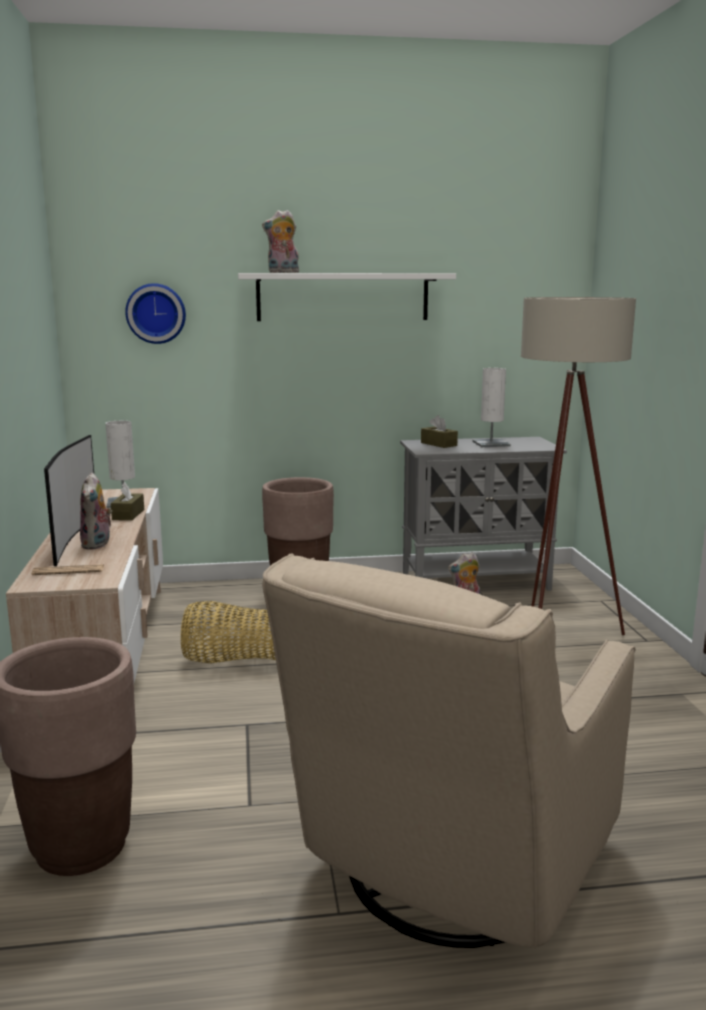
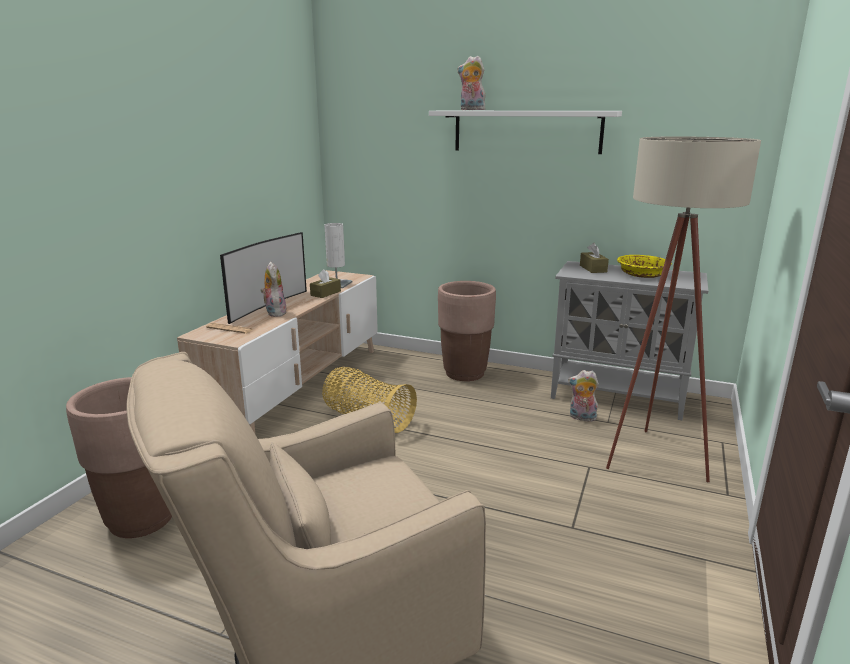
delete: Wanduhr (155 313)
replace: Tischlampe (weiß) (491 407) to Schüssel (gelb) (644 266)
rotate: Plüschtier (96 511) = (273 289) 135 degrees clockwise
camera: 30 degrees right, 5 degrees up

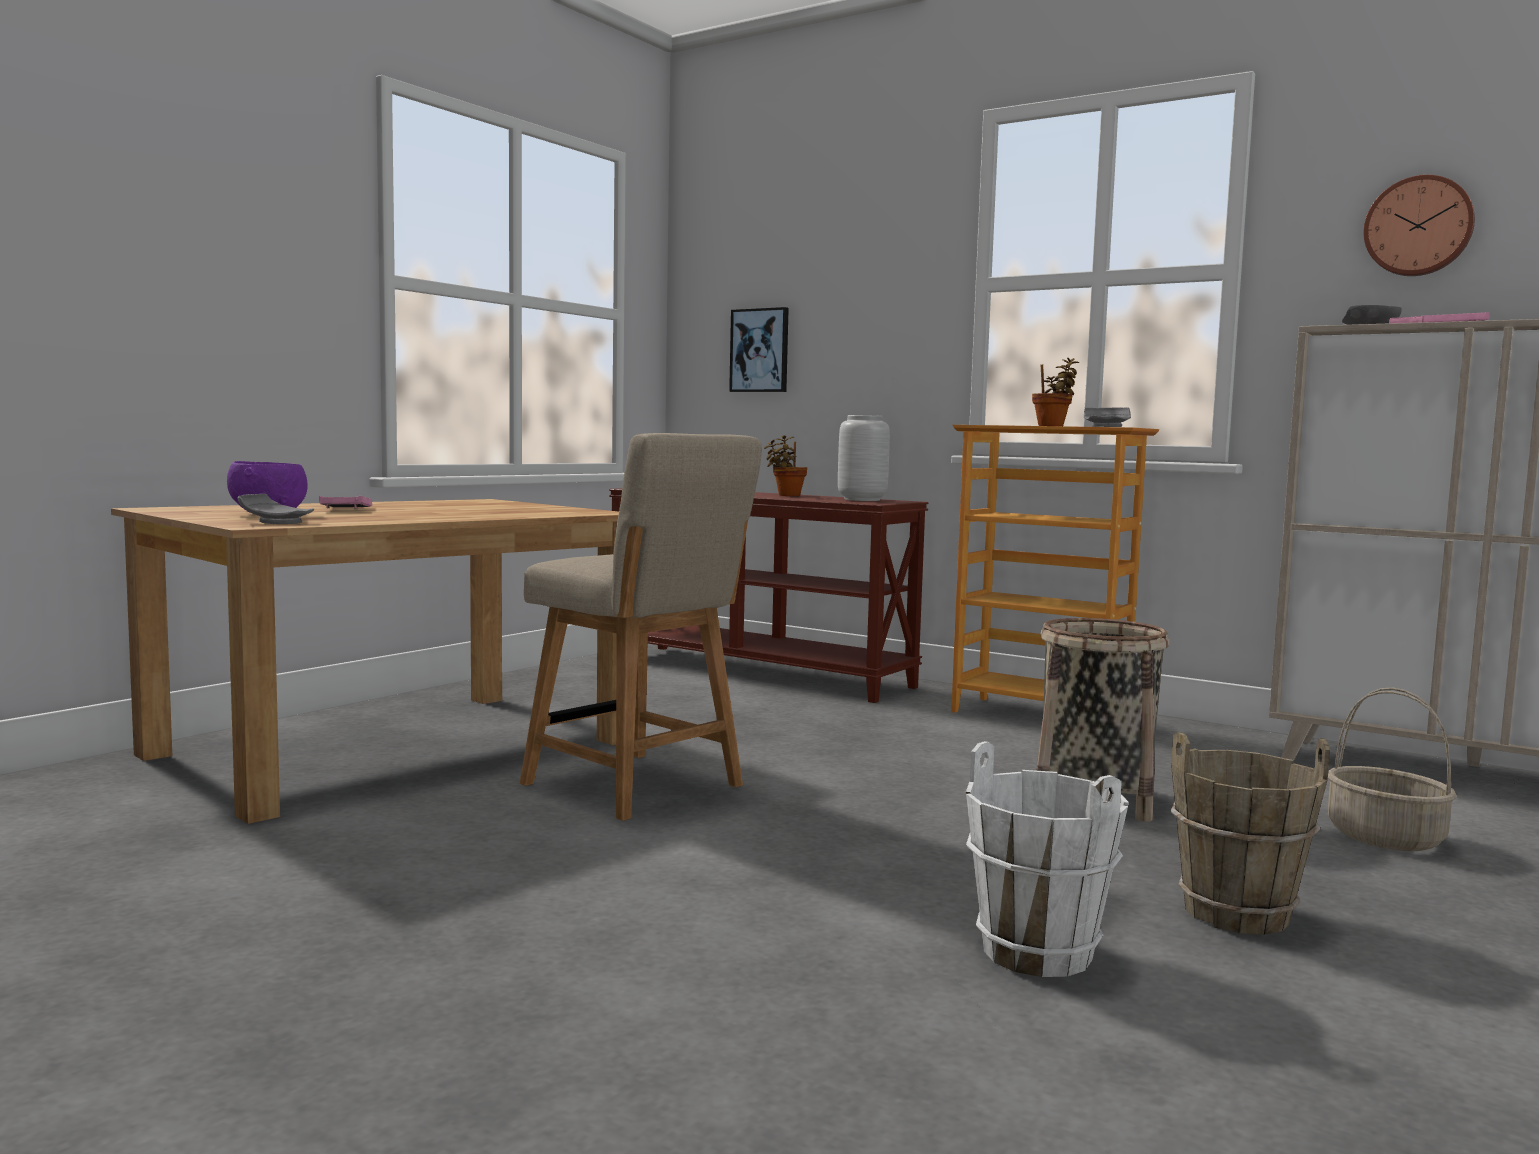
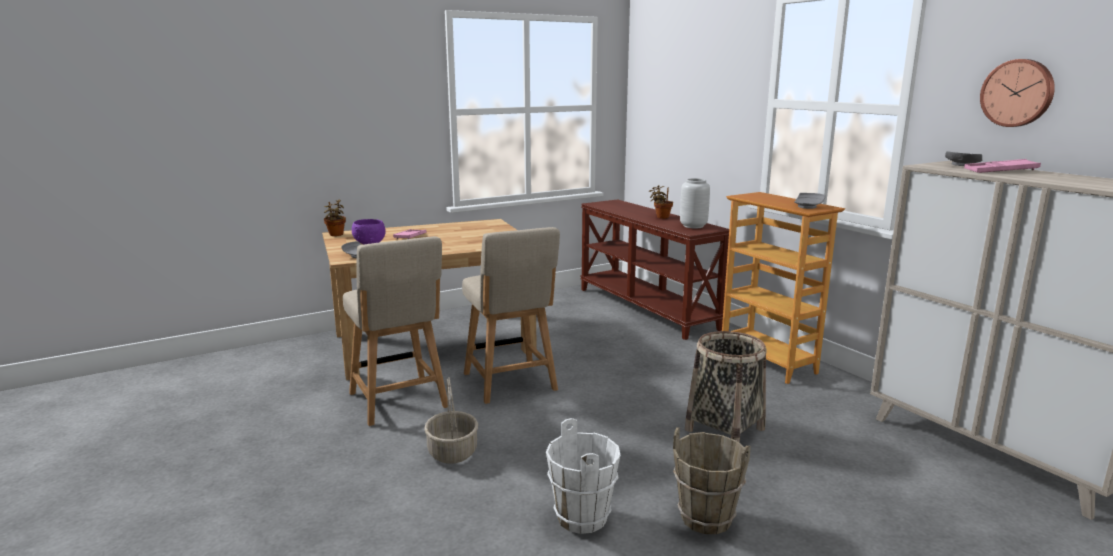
delete: Bild (759 349)
insert: Stuhl (beige) (395 331)
move: Topfpflanze (1055 392) to (335 217); Korb (1392 769) to (451 420)
camera: 25 degrees right, 10 degrees up

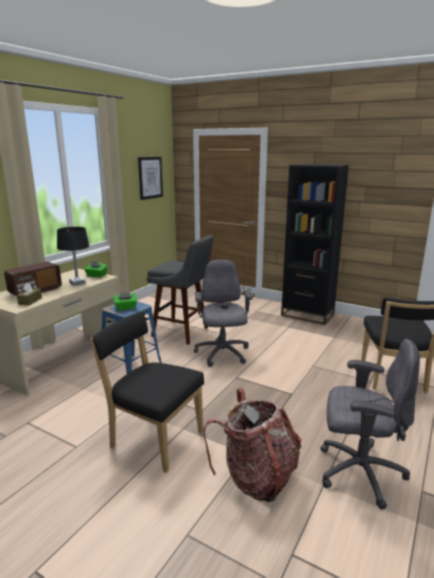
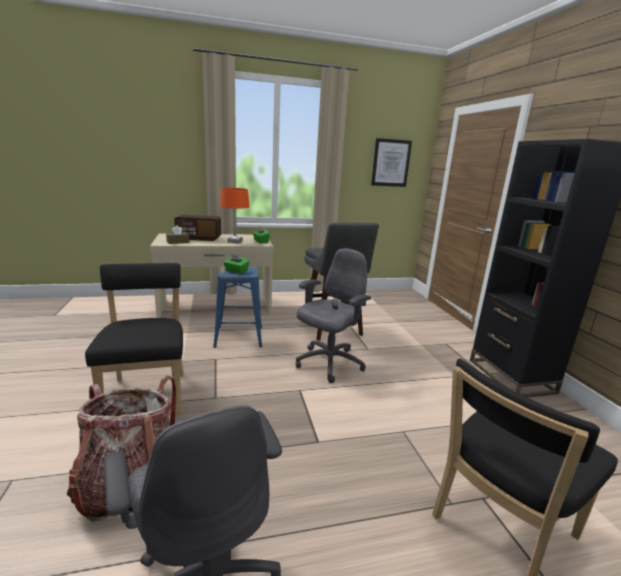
recolor: Tischlampe (schwarz) (73 256) to Tischlampe (orange) (235 216)
camera: 45 degrees right, 0 degrees up

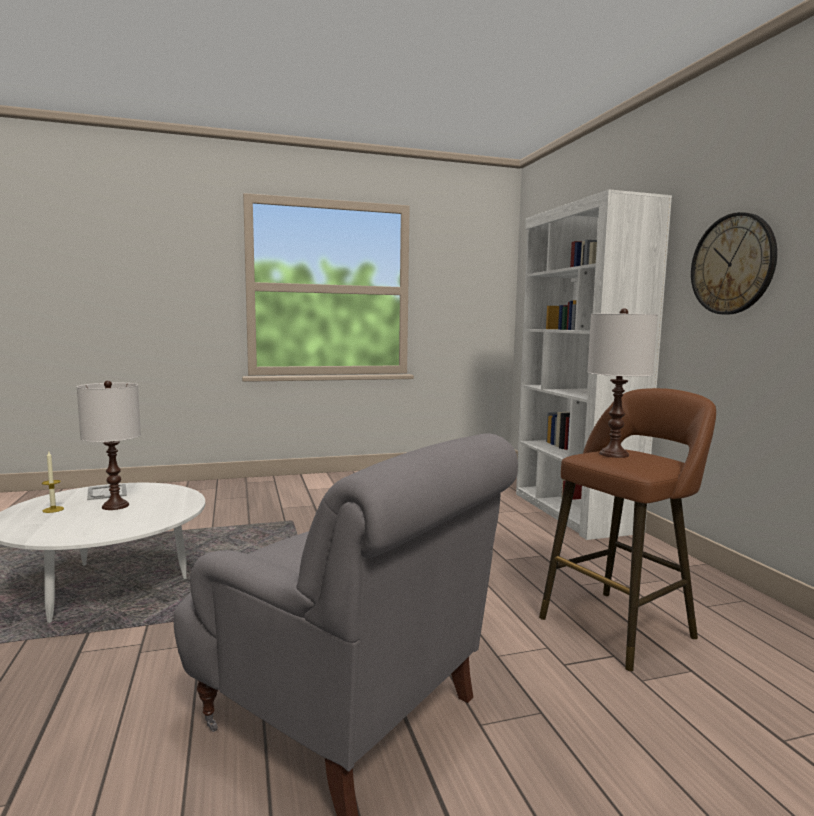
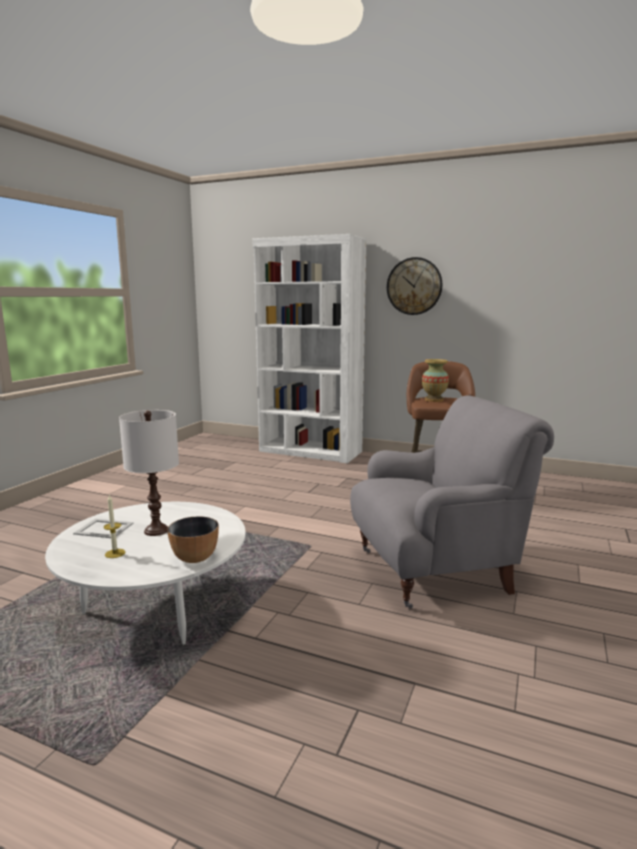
insert: Schüssel (193 539)
replace: Tischlampe (weiß) (623 383) to Vase (435 380)
camera: 50 degrees left, 5 degrees up

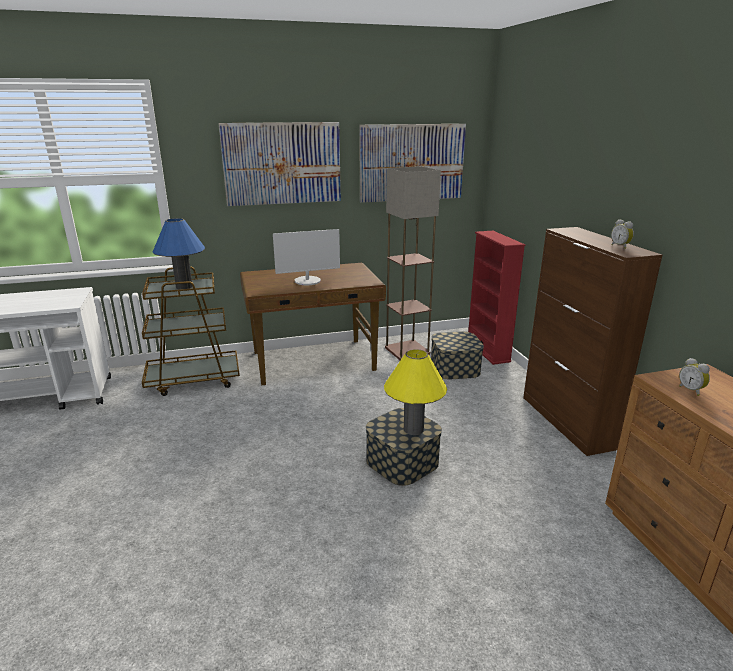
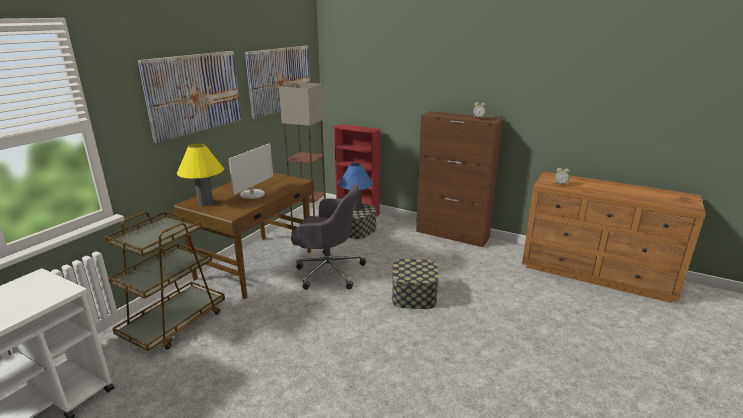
insert: Bürostuhl (grau) (328 236)
move: Tischlampe (gelb) (415 392) to (200 174); Tischlampe (blau) (179 253) to (356 187)
camera: 45 degrees left, 0 degrees up

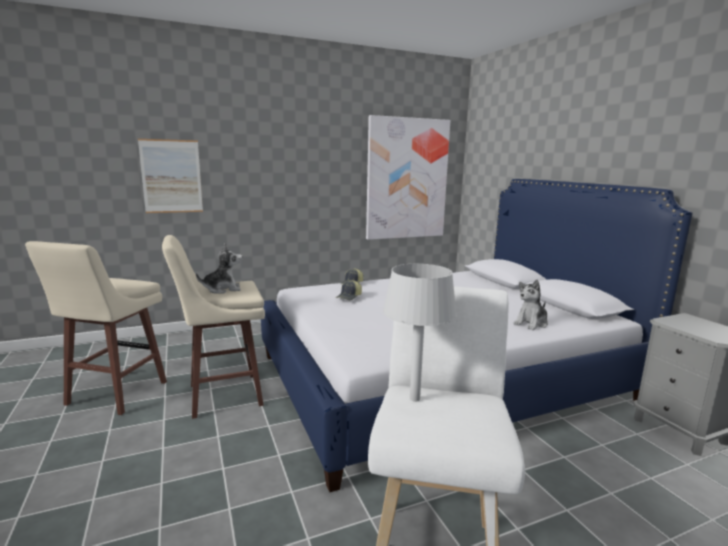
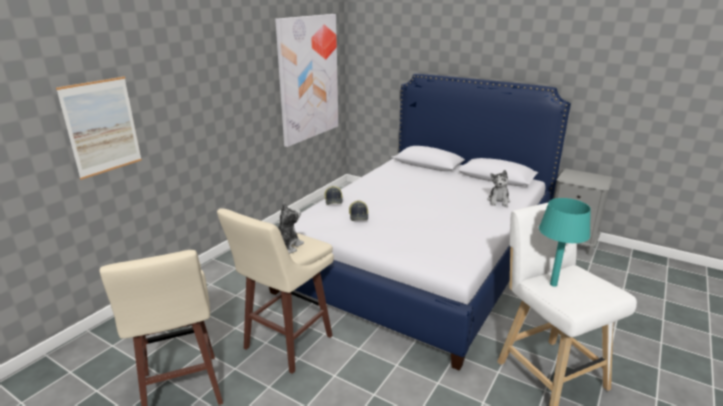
recolor: Tischlampe (grau) (420 333) to Tischlampe (türkis) (565 242)
camera: 35 degrees left, 10 degrees up

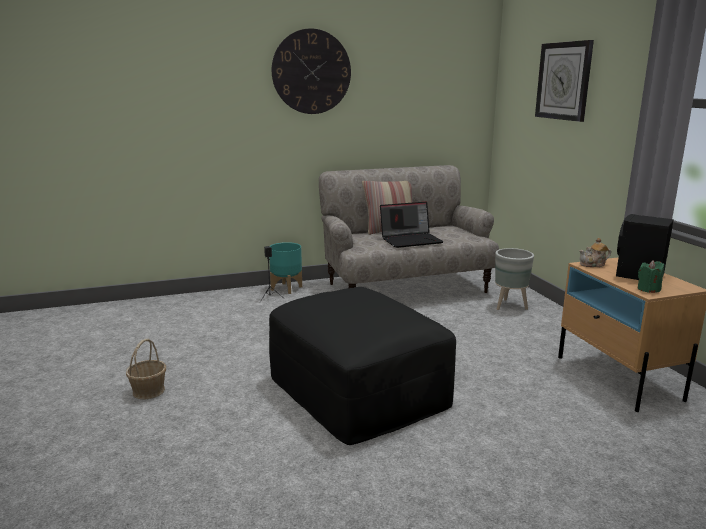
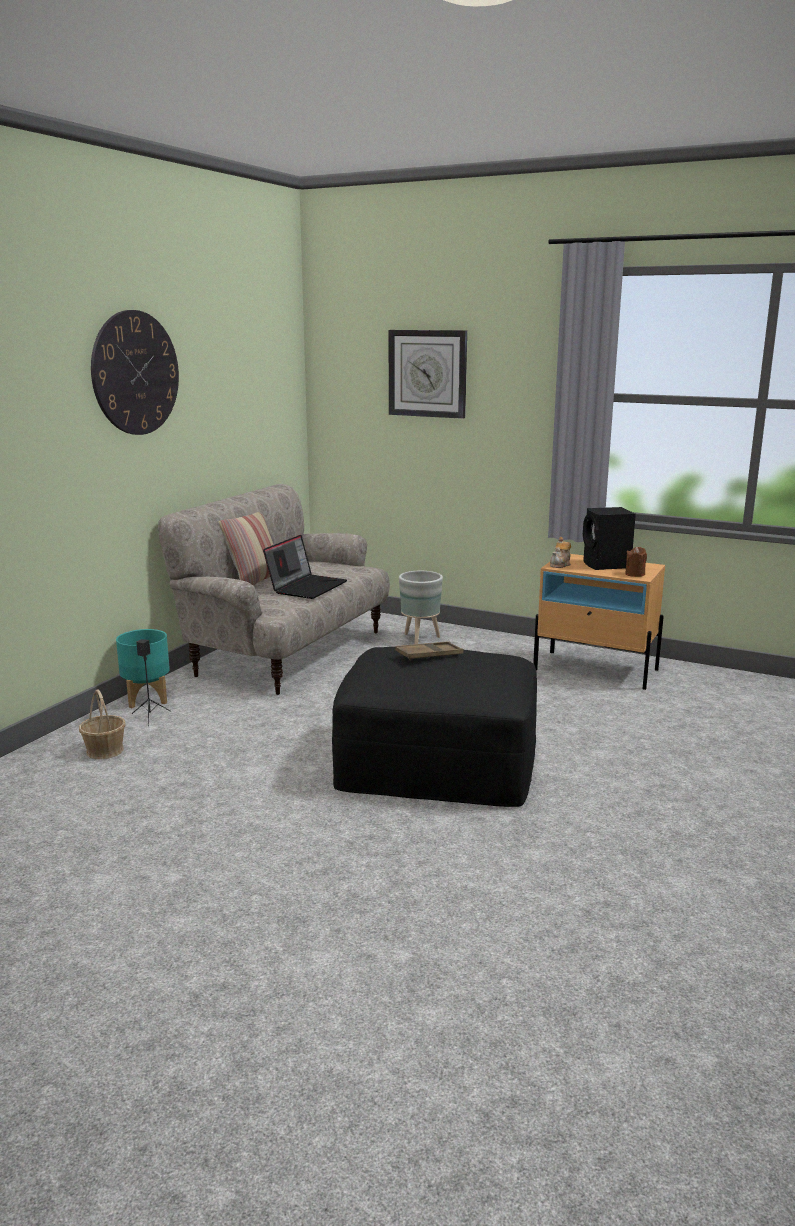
insert: Tablett (braun) (429 651)
move: Korb (146 369) to (102 724)
recolor: Kerze (grün) (650 276) to Kerze (braun) (636 561)
camera: 45 degrees left, 0 degrees up

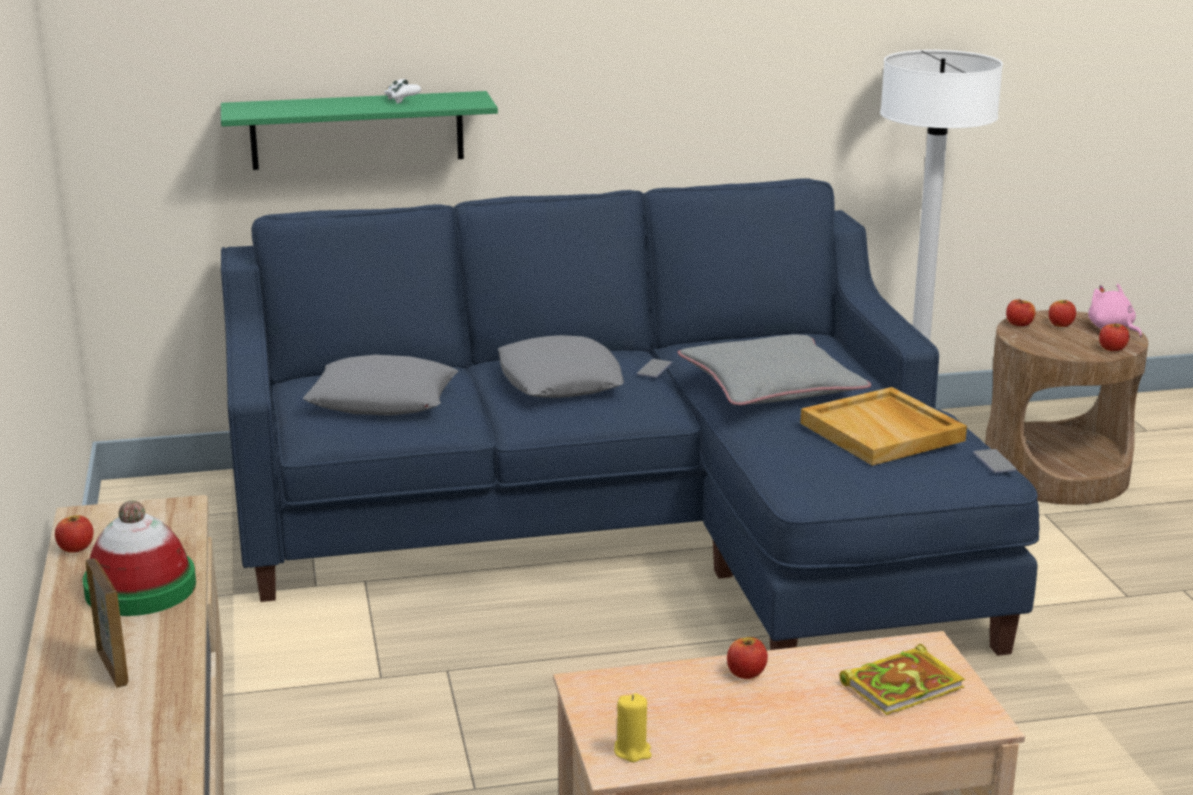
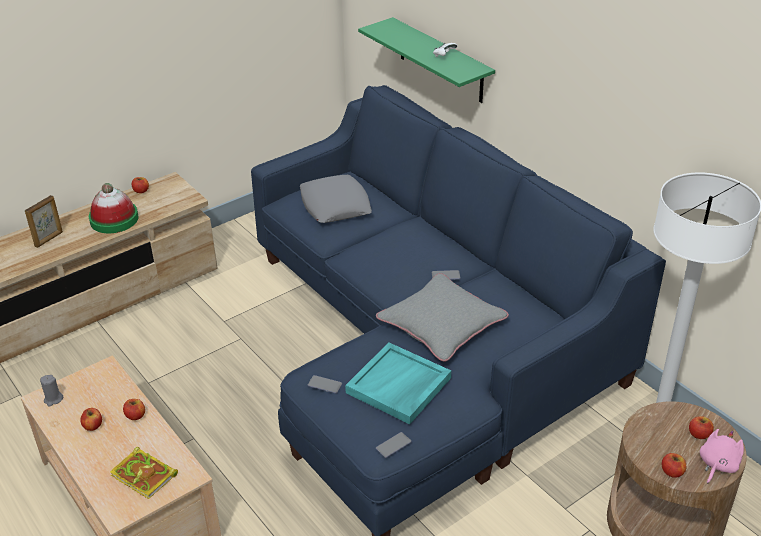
delete: Kissen (grau) (561 366)
insert: Handy (325 384)
move: Apfel (1020 312) to (91 419)
recolor: Kerze (gelb) (633 727) to Kerze (grau) (51 391); Tablett (beige) (883 426) to Tablett (türkis) (398 383)
camera: 65 degrees right, 15 degrees up

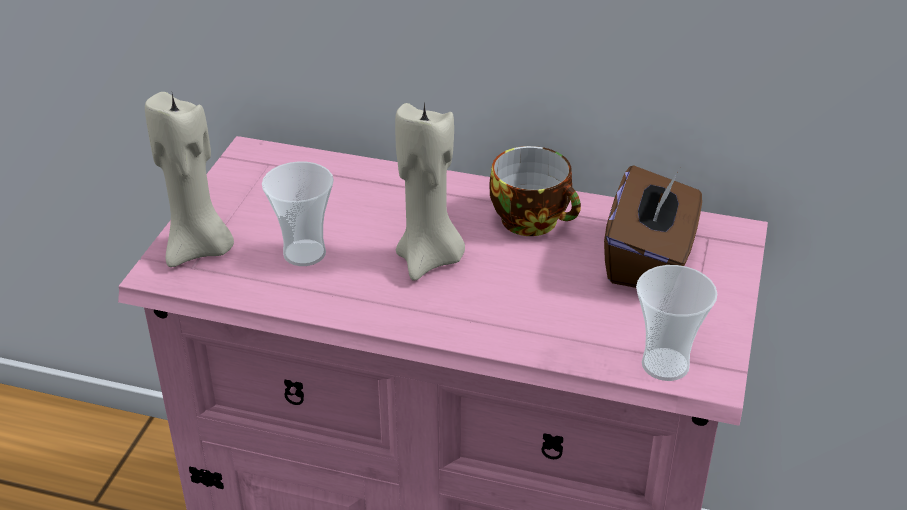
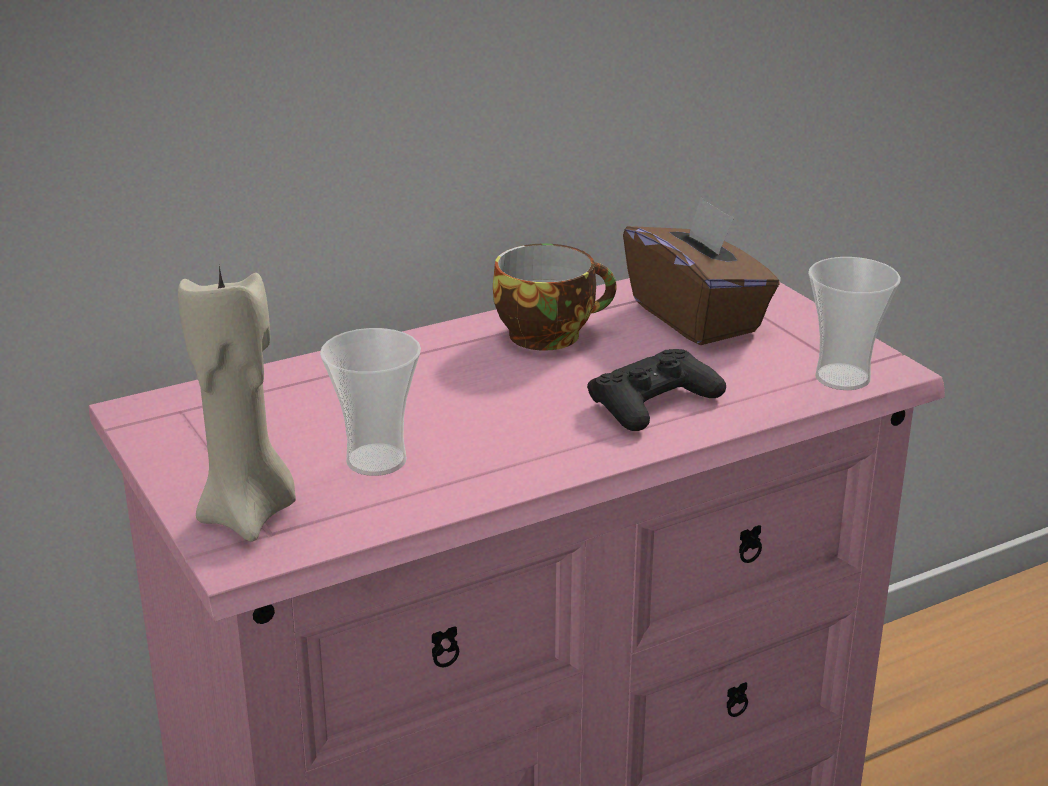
delete: Kerze (beige) (430 191)
insert: Gamepad (schwarz) (656 390)
camera: 45 degrees left, 10 degrees down

